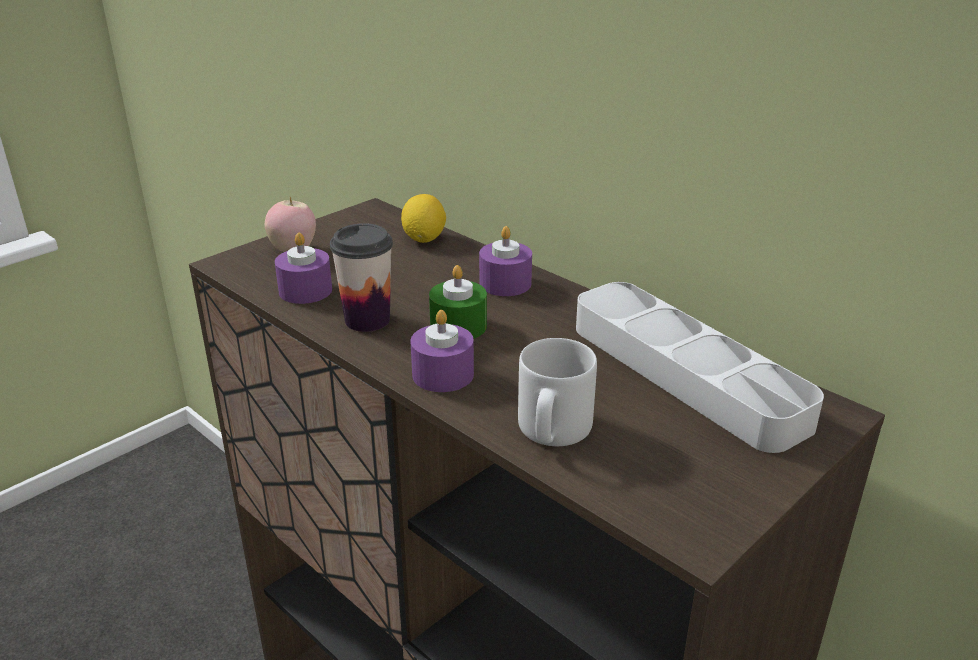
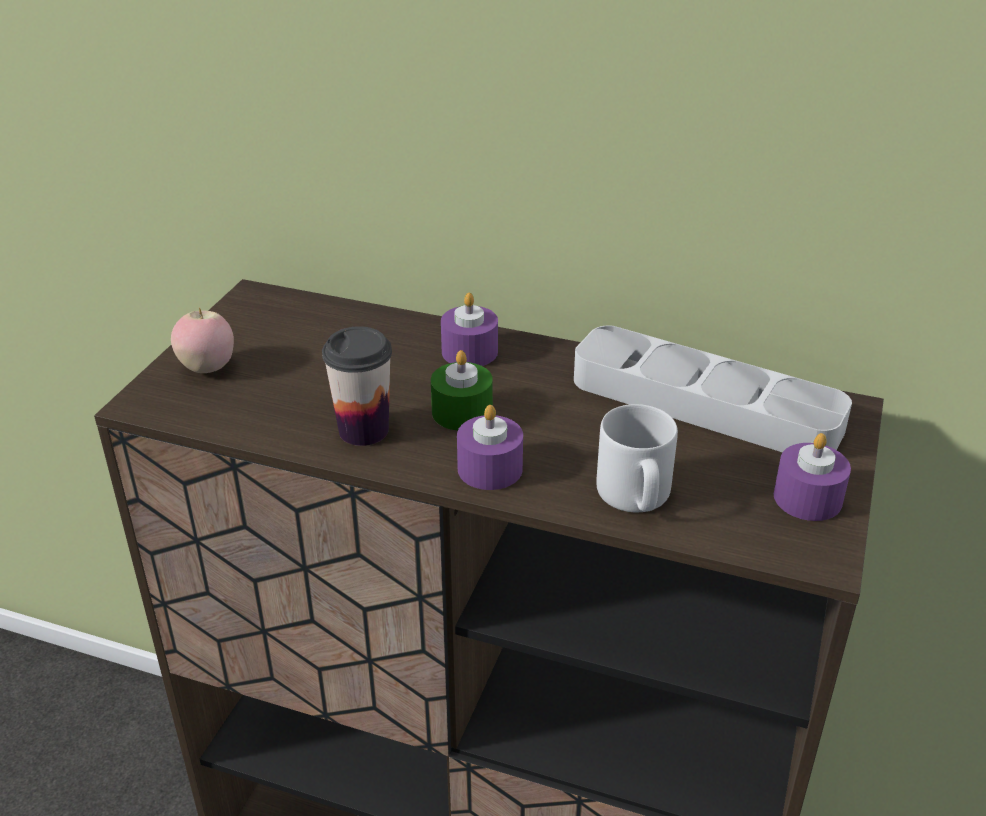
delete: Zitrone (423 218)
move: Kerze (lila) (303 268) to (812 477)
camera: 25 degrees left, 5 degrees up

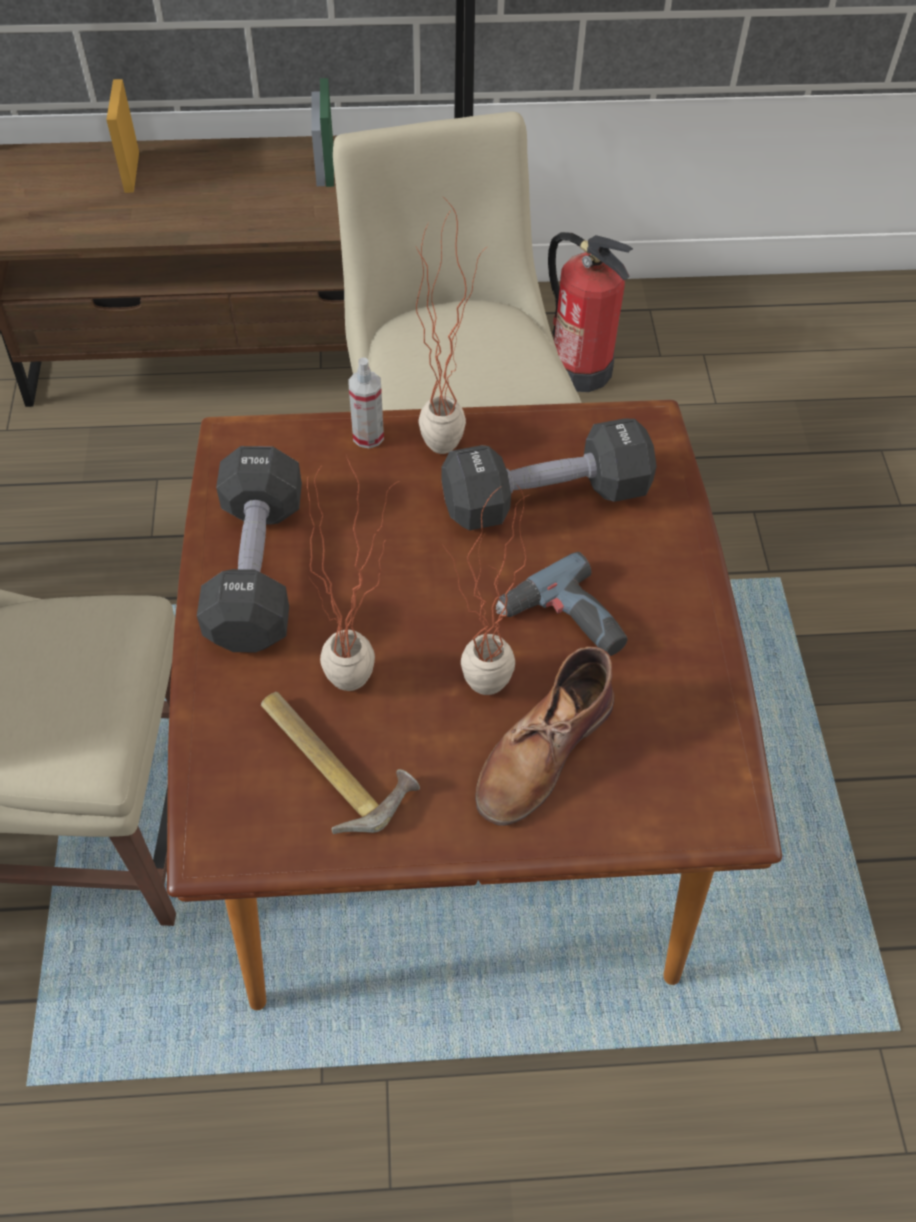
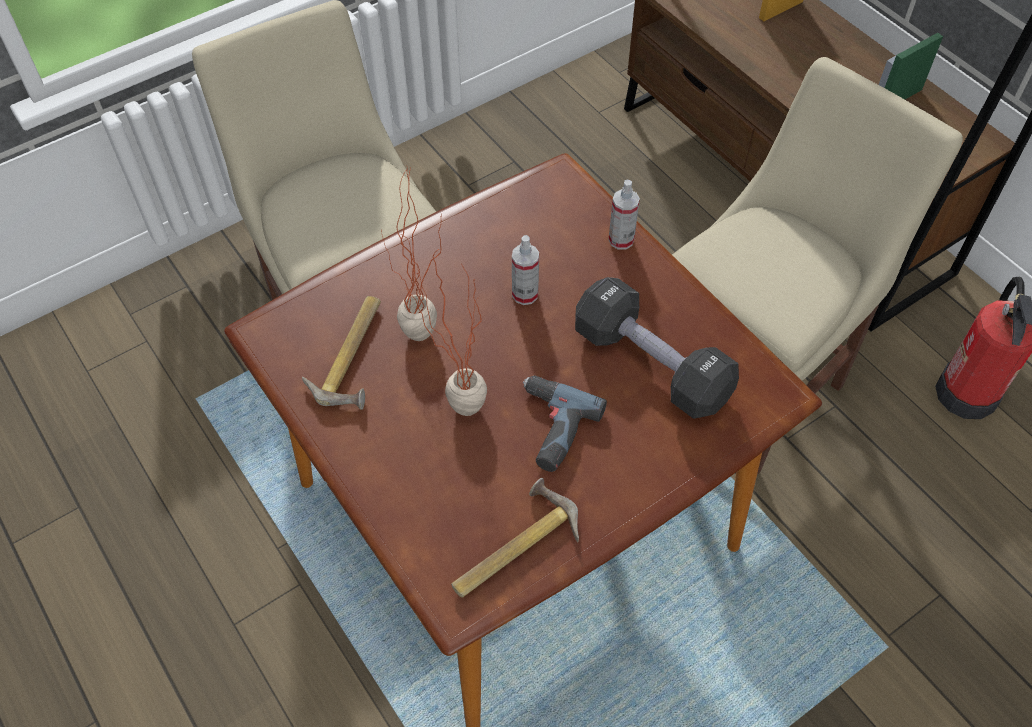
delete: Hantel (schwarz) (249 549); Topfpflanze (452 326); Stiefel (braun) (544 735)
insert: Hammer (515 538); Sprühflasche (525 270)
camera: 60 degrees right, 0 degrees up

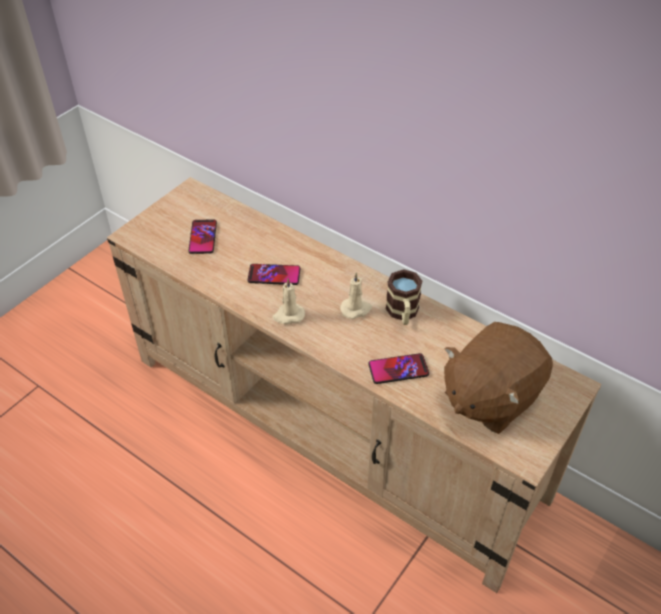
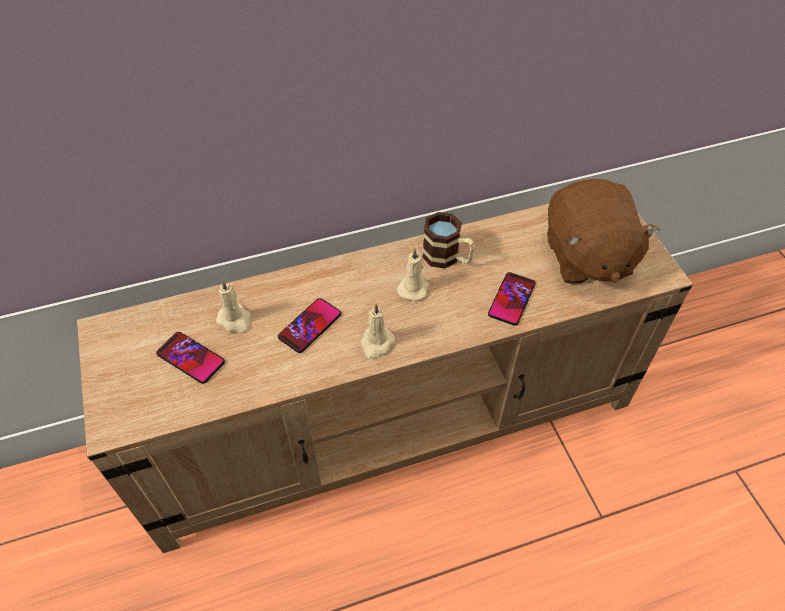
insert: Kerze (beige) (233 306)
camera: 55 degrees left, 5 degrees up

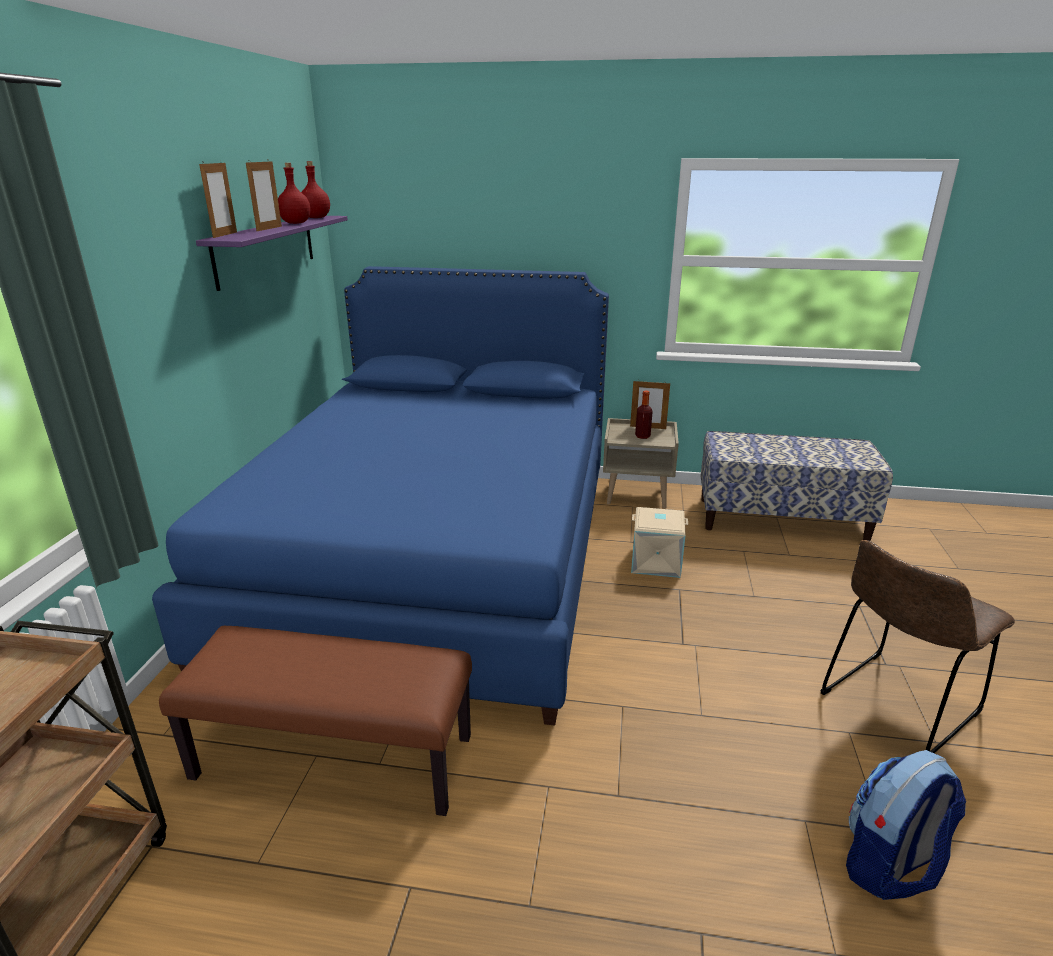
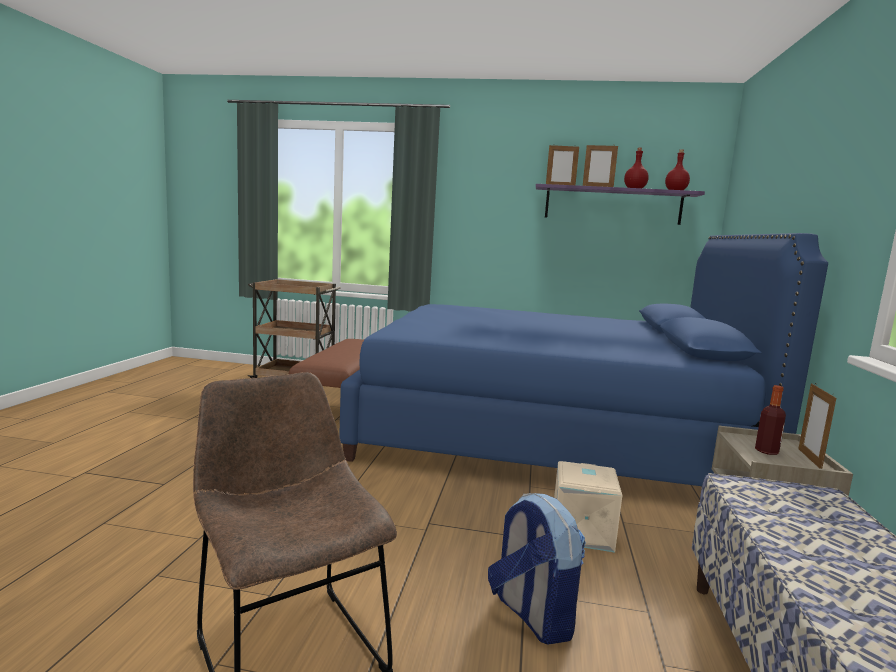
move: Rucksack (906 825) to (537 569)
camera: 90 degrees right, 15 degrees down

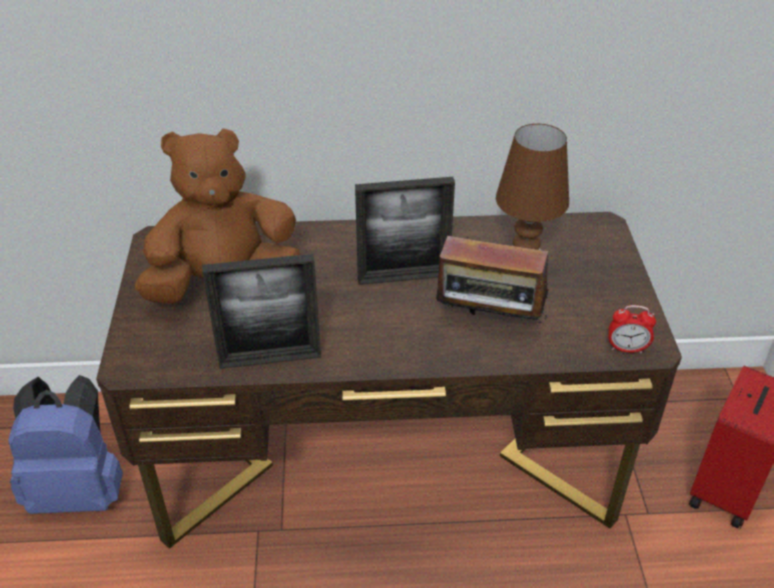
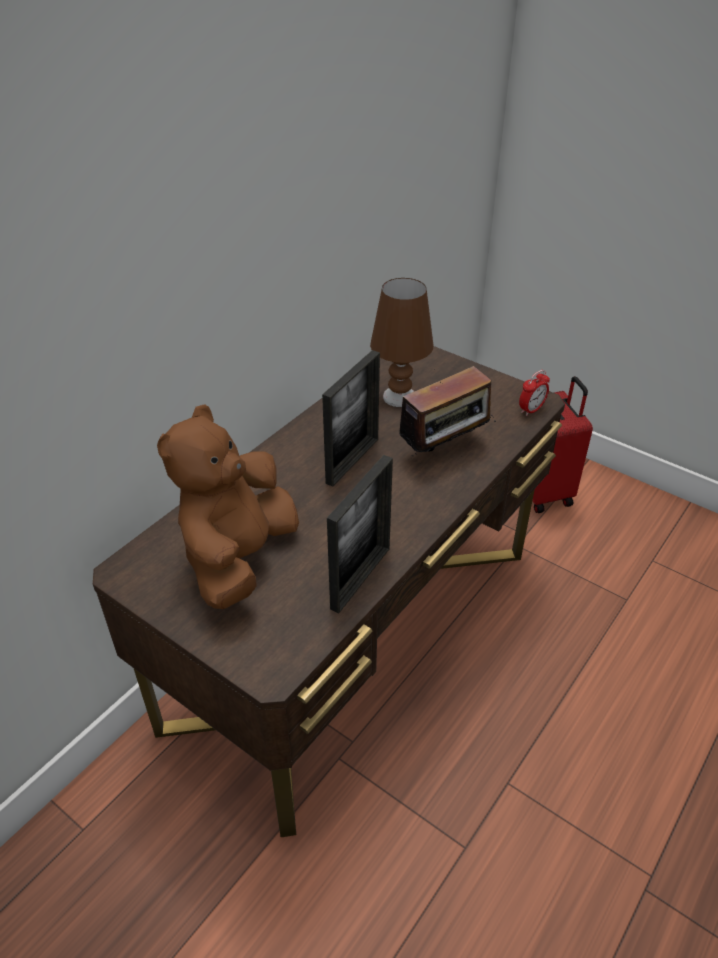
delete: Rucksack (blau) (65 444)
camera: 50 degrees left, 0 degrees up

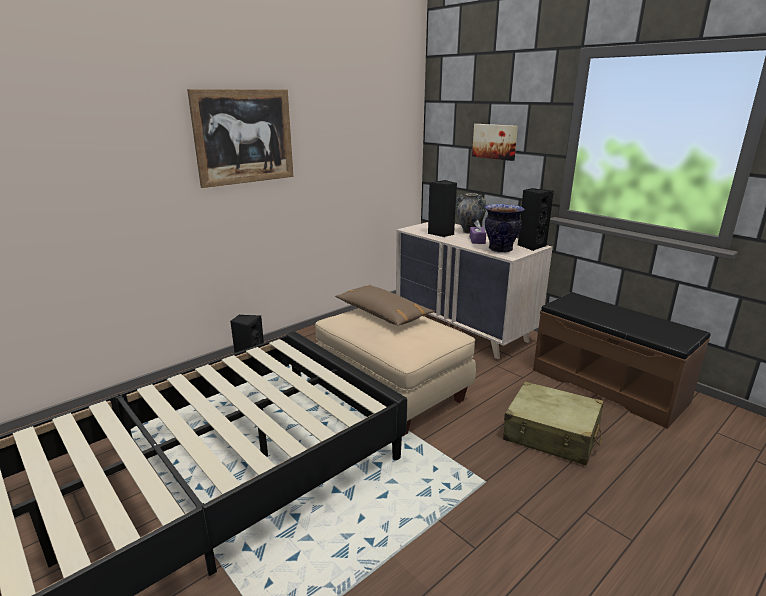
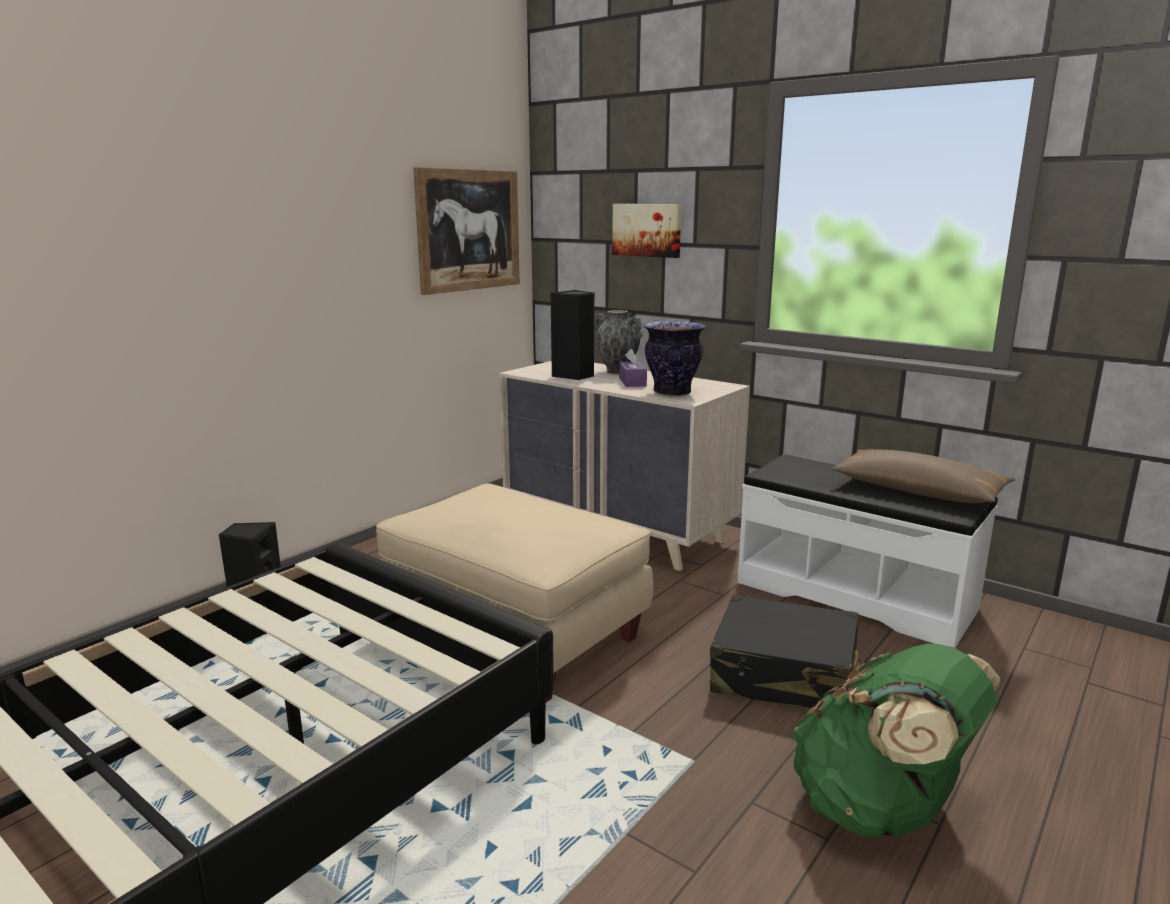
delete: Lautsprecher (schwarz) (535 219)
insert: Rucksack (grün) (896 741)
move: Bild (240 138) to (466 231); Kissen (braun) (385 305) to (923 476)
recolor: Koffer (beige) (553 423) to Koffer (schwarz) (786 652); Bank (braun) (622 360) to Bank (weiß) (867 550)
camera: 10 degrees left, 5 degrees down

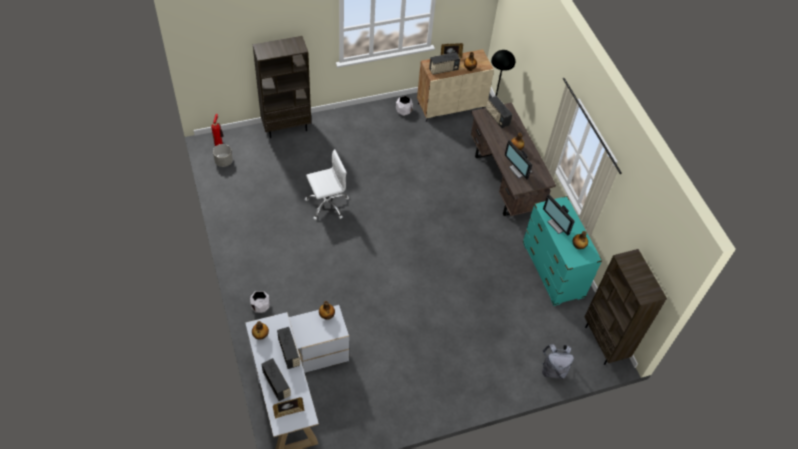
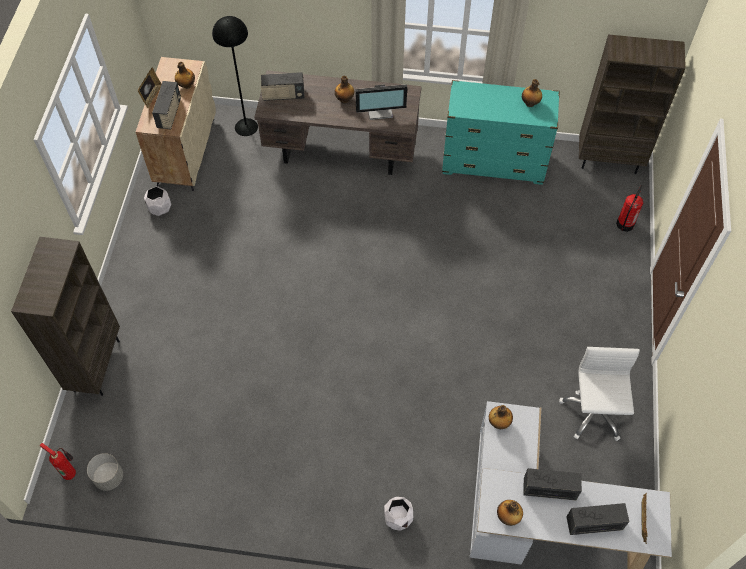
delete: Monitor (559 215)
move: Bürostuhl (weiß) (327 184) to (599 394)
replace: Rucksack (grau) (557 361) to Feuerlöscher (629 208)
camera: 60 degrees left, 5 degrees up

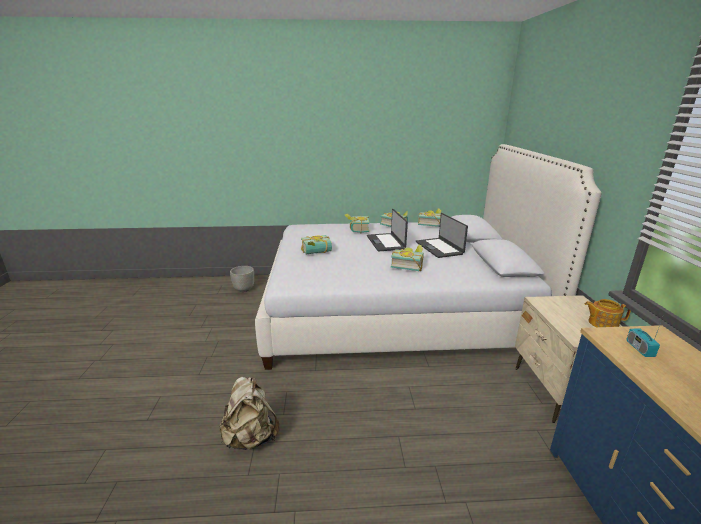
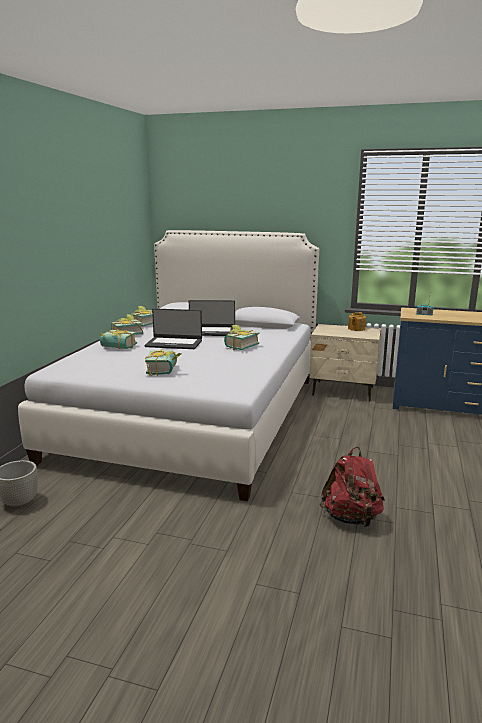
recolor: Rucksack (beige) (249 413) to Rucksack (rot) (352 487)
camera: 70 degrees left, 5 degrees down

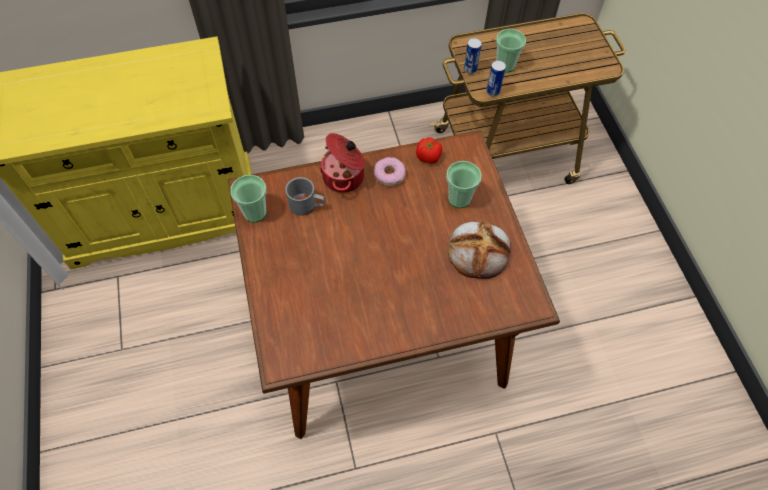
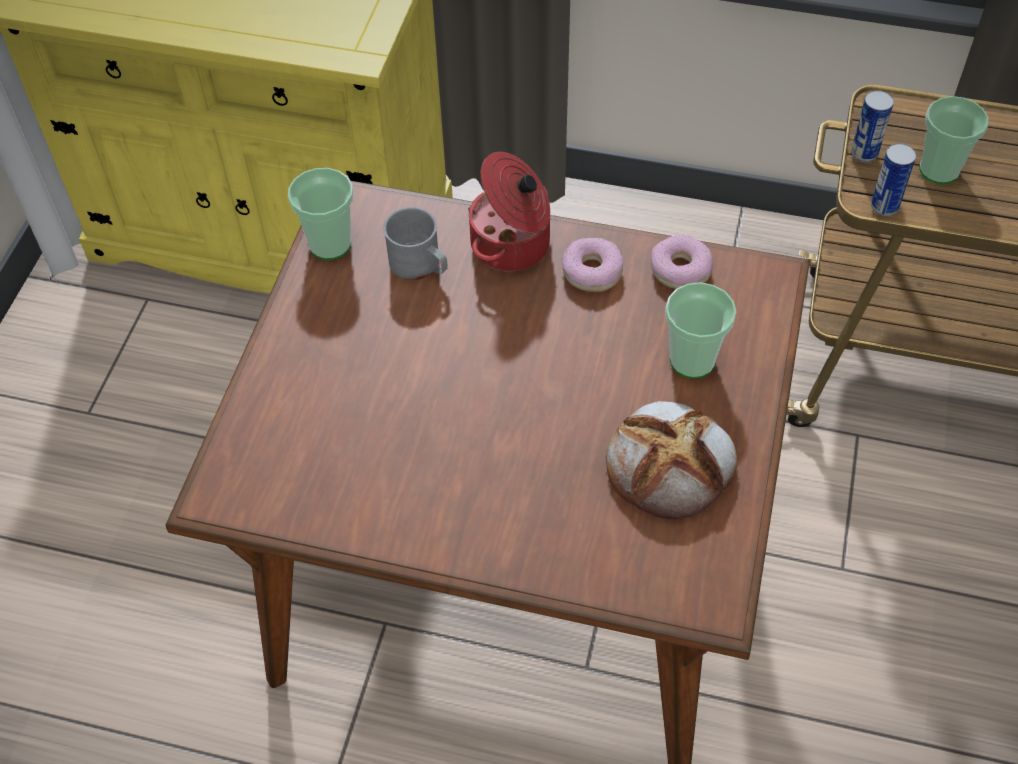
replace: Tomate (429 150) to Donut (682 262)
camera: 30 degrees right, 5 degrees down

